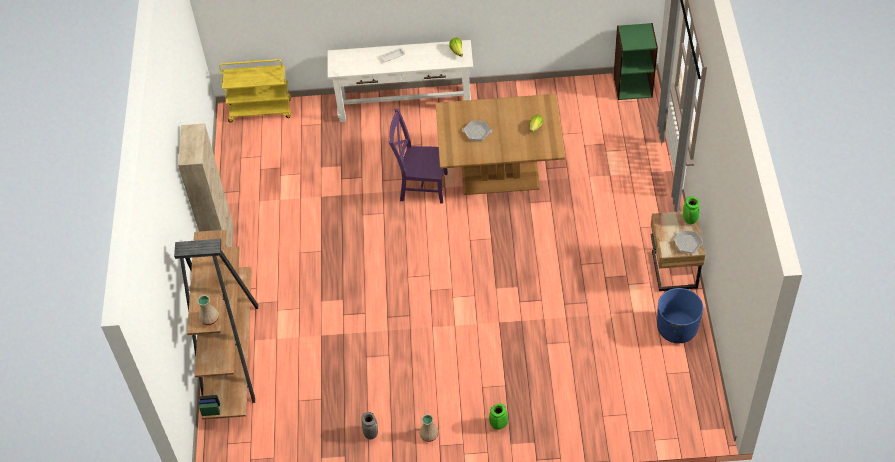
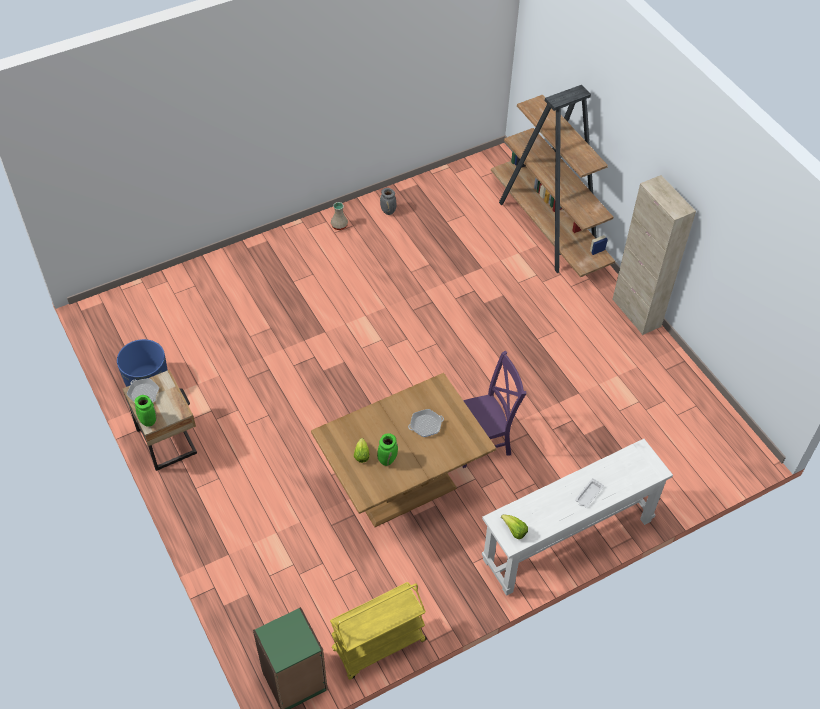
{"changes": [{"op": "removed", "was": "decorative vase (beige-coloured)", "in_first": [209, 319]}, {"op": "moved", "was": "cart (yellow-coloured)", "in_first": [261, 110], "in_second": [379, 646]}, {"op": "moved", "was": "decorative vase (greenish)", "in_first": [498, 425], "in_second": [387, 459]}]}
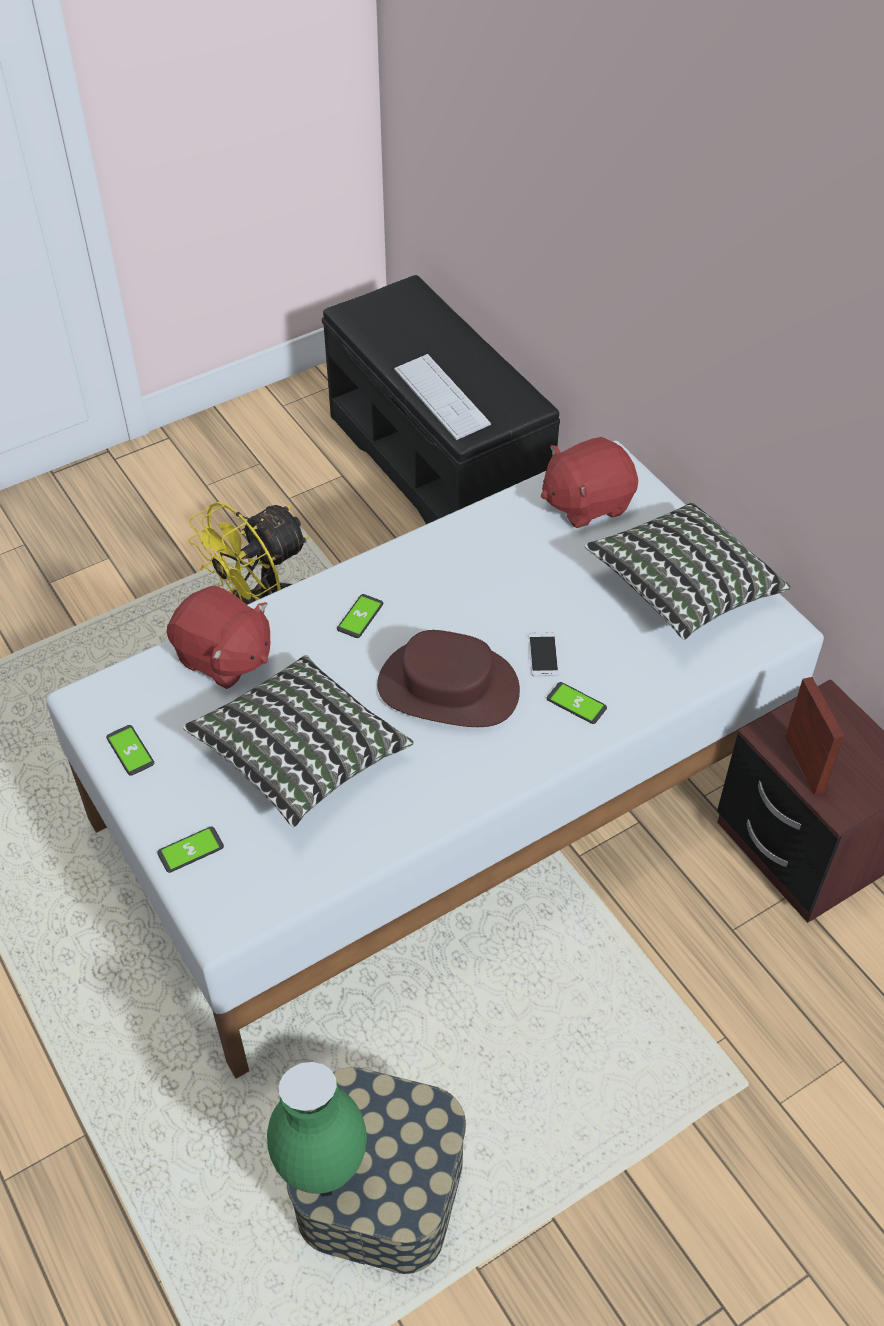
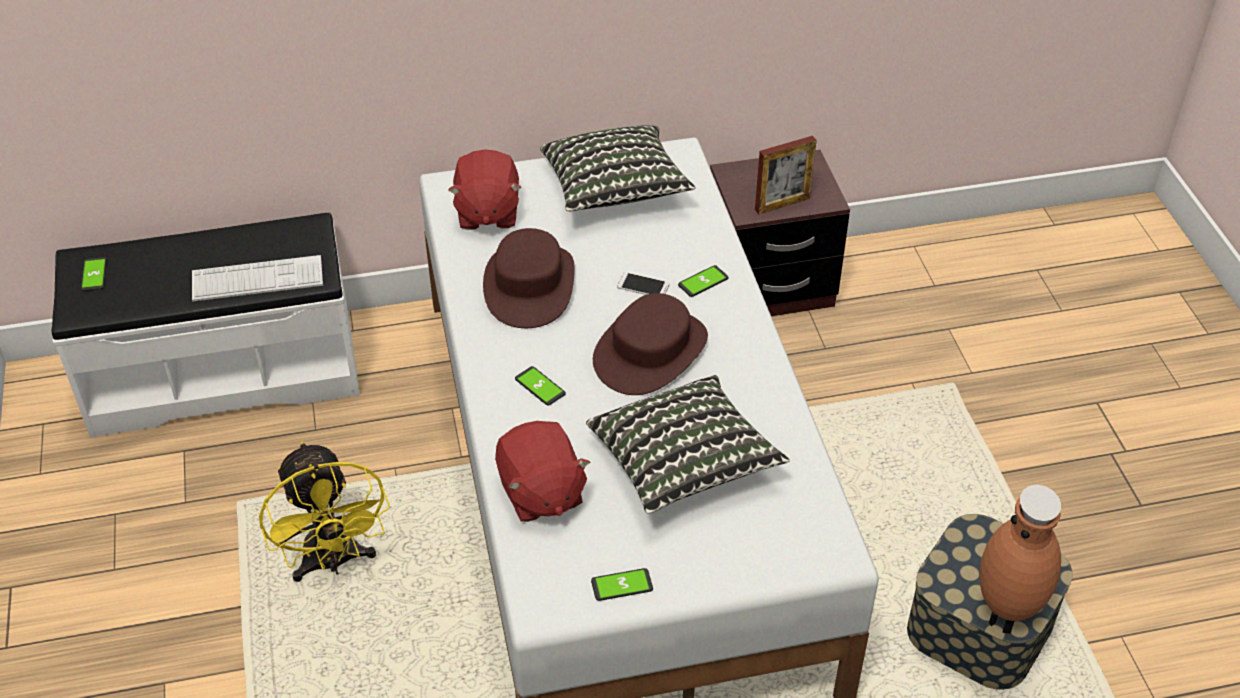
{"changes": [{"op": "moved", "was": "telephone", "in_first": [190, 850], "in_second": [94, 274]}, {"op": "turned", "was": "plush toy (red)", "in_first": [224, 658], "in_second": [540, 493], "clockwise": 105}, {"op": "recoloured", "was": "decorative vase (greenish)", "now": "decorative vase (brown-coloured)", "in_first": [323, 1175], "in_second": [1007, 615]}, {"op": "recoloured", "was": "long seat (blackish)", "now": "long seat (whitish)", "in_first": [439, 465], "in_second": [224, 373]}, {"op": "turned", "was": "photo frame", "in_first": [803, 764], "in_second": [782, 204], "clockwise": 150}, {"op": "added", "now": "wearable hat (brown-coloured)", "in_second": [529, 285]}]}
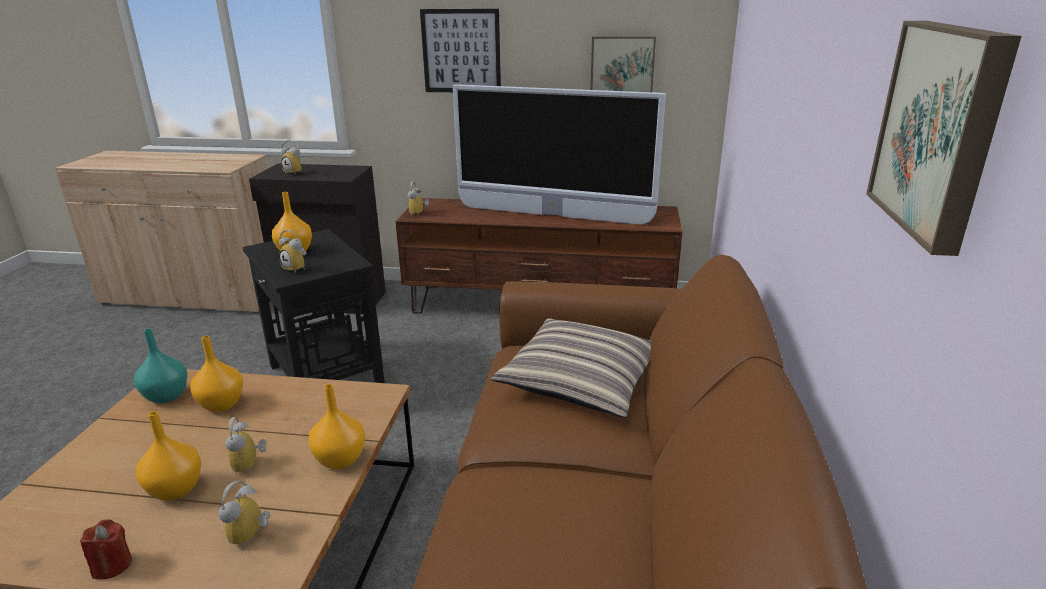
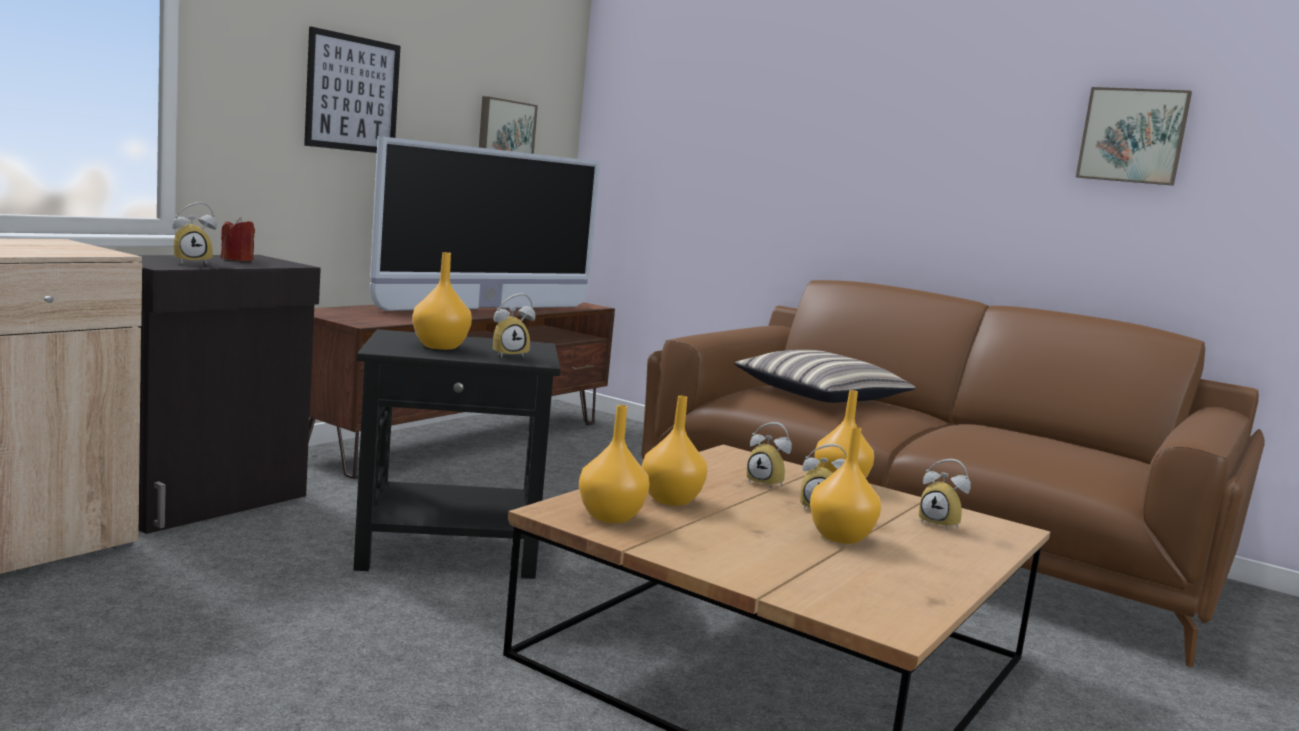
{"changes": [{"op": "moved", "was": "wax candle (red)", "in_first": [112, 565], "in_second": [237, 259]}, {"op": "recoloured", "was": "decorative vase (turquoise)", "now": "decorative vase (orange)", "in_first": [167, 396], "in_second": [610, 516]}, {"op": "moved", "was": "table clock", "in_first": [419, 214], "in_second": [768, 483]}]}
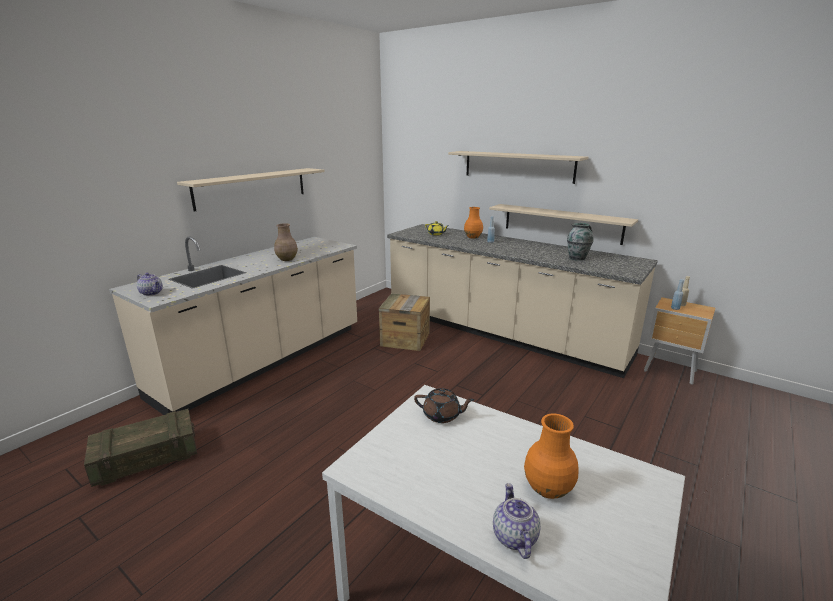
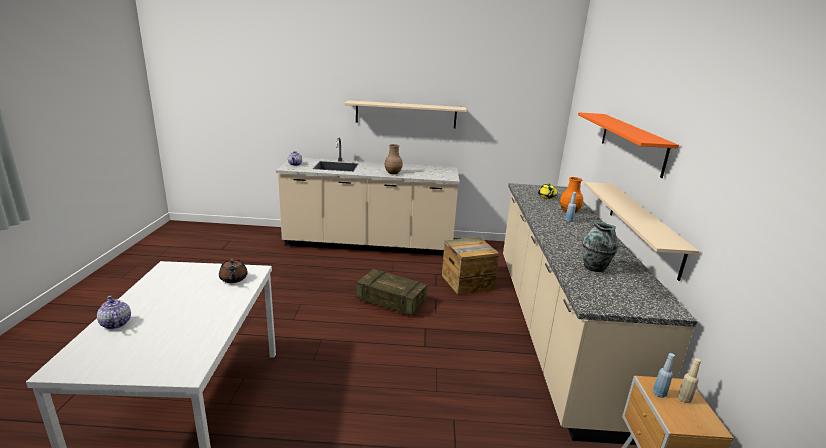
{"changes": [{"op": "moved", "was": "packing crate", "in_first": [147, 458], "in_second": [391, 301]}, {"op": "recoloured", "was": "shelf (beige-coloured)", "now": "shelf (orange)", "in_first": [518, 166], "in_second": [631, 142]}, {"op": "turned", "was": "tea pot", "in_first": [514, 536], "in_second": [115, 323], "clockwise": -90}, {"op": "removed", "was": "decorative vase (orange)", "in_first": [548, 488]}]}
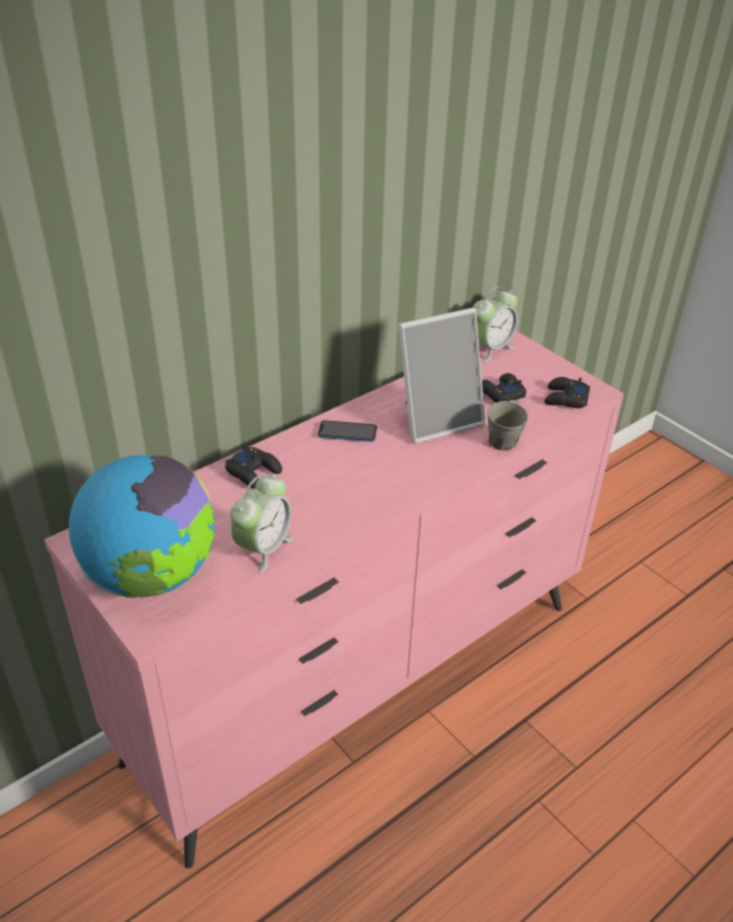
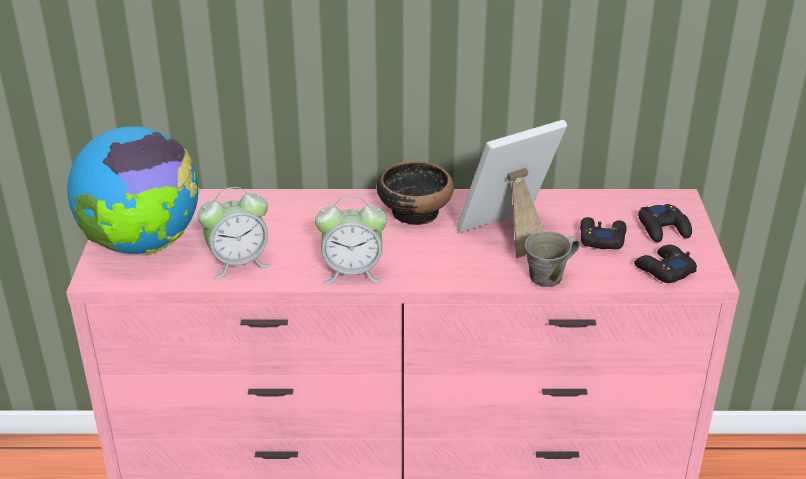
{"changes": [{"op": "moved", "was": "game controller (blackish)", "in_first": [254, 472], "in_second": [663, 228]}, {"op": "replaced", "was": "telephone", "now": "deep dish", "in_first": [347, 432], "in_second": [415, 211]}, {"op": "turned", "was": "photo frame", "in_first": [437, 419], "in_second": [509, 233], "clockwise": 135}, {"op": "moved", "was": "table clock", "in_first": [490, 349], "in_second": [352, 272]}]}
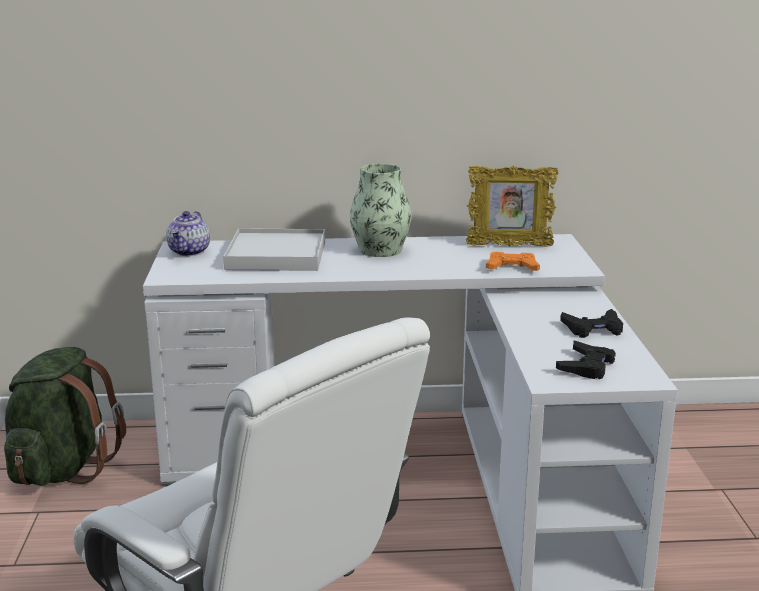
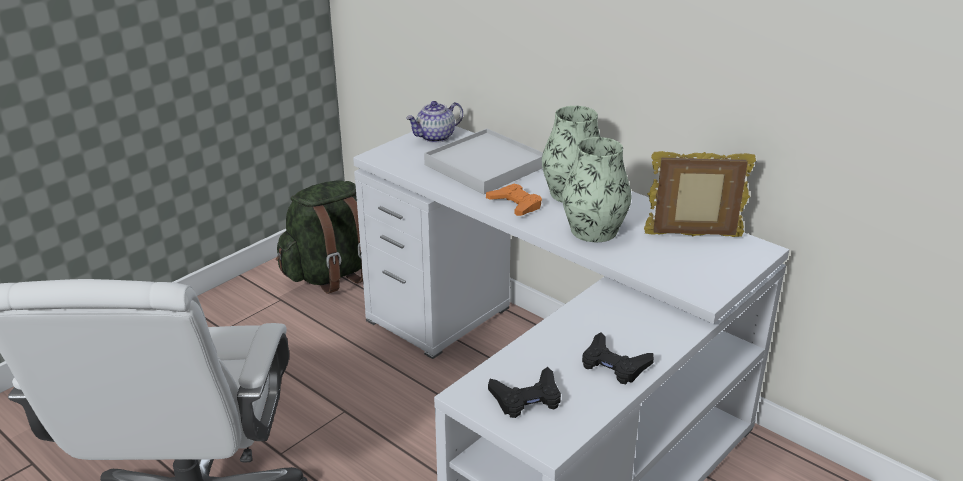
{"changes": [{"op": "turned", "was": "photo frame", "in_first": [509, 246], "in_second": [693, 237], "clockwise": 135}, {"op": "moved", "was": "game controller (orange)", "in_first": [512, 267], "in_second": [515, 204]}, {"op": "added", "now": "decorative vase", "in_second": [594, 230]}]}
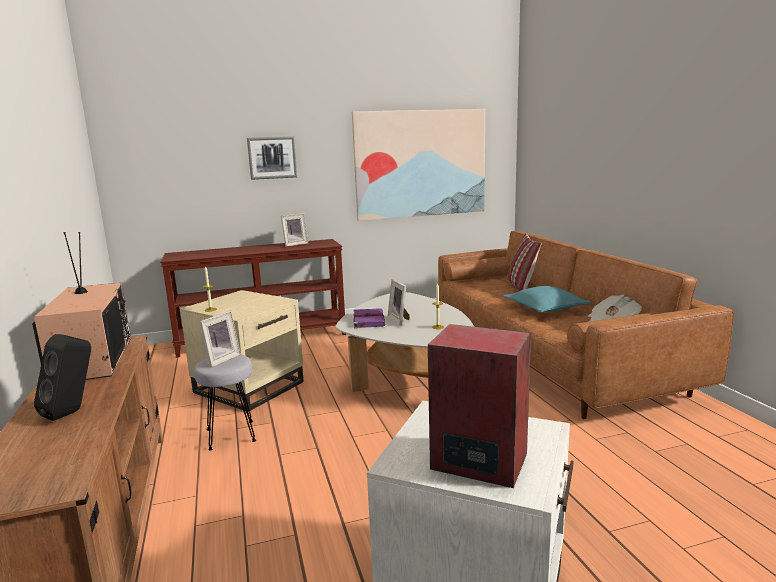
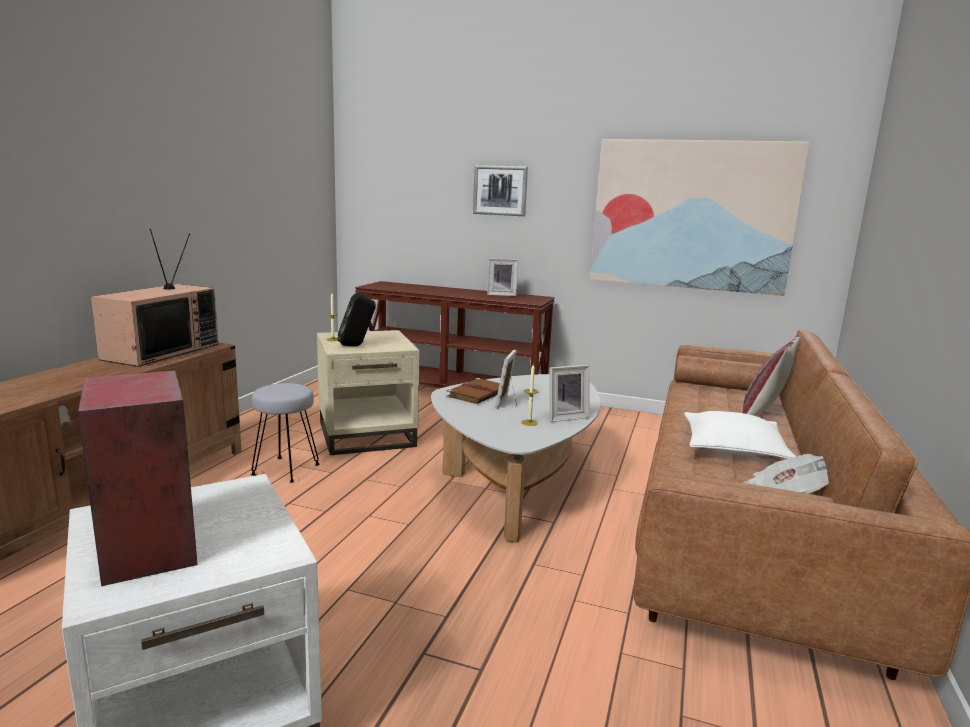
{"changes": [{"op": "moved", "was": "speaker (blackish)", "in_first": [72, 412], "in_second": [357, 345]}, {"op": "moved", "was": "photo frame", "in_first": [220, 359], "in_second": [565, 417]}, {"op": "recoloured", "was": "bound book (purple)", "now": "bound book (brown-coloured)", "in_first": [368, 320], "in_second": [478, 393]}, {"op": "recoloured", "was": "cushion (turquoise)", "now": "cushion (whitish)", "in_first": [545, 308], "in_second": [733, 448]}]}
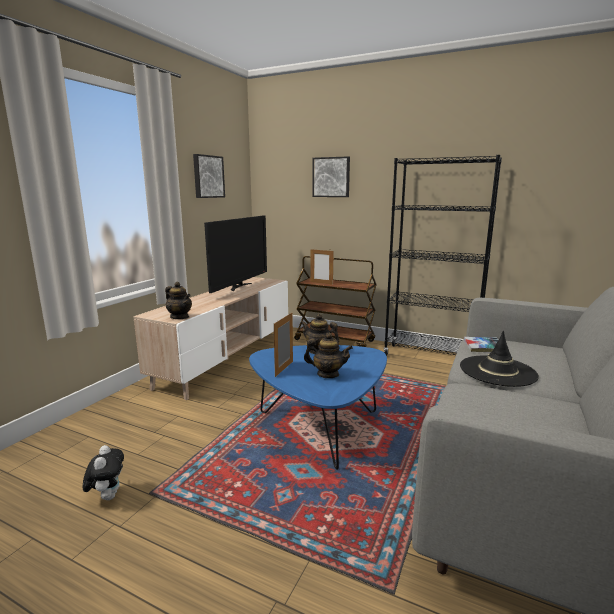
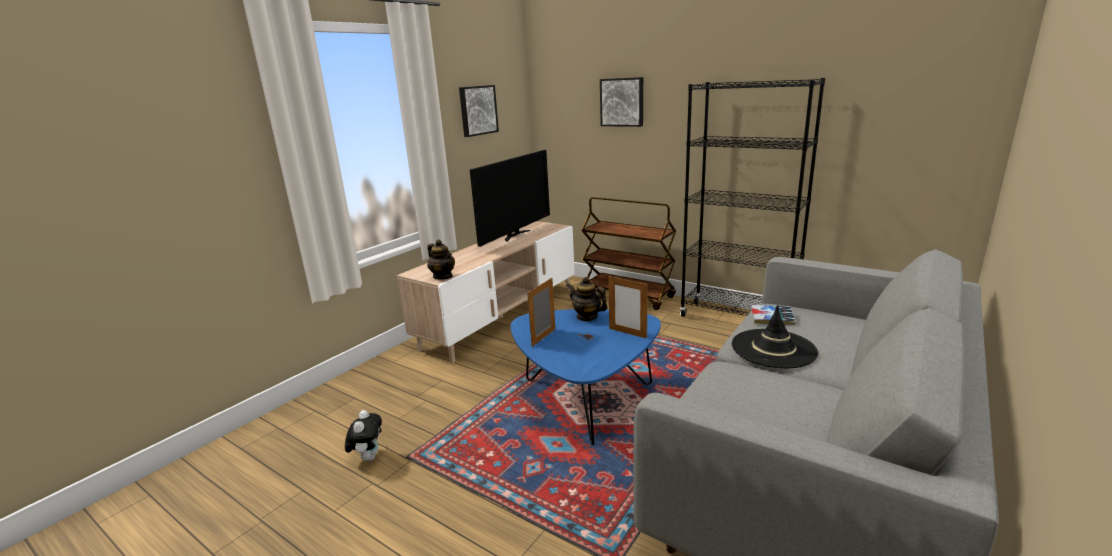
{"changes": [{"op": "removed", "was": "tea pot", "in_first": [328, 374]}, {"op": "moved", "was": "photo frame", "in_first": [321, 283], "in_second": [627, 333]}]}
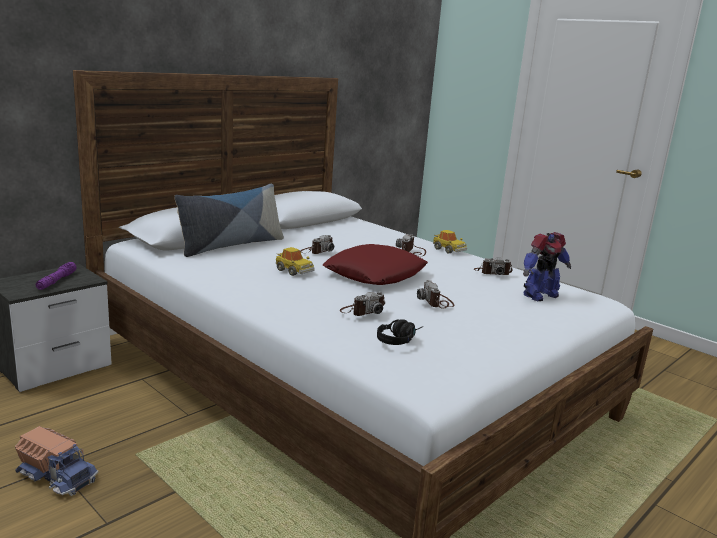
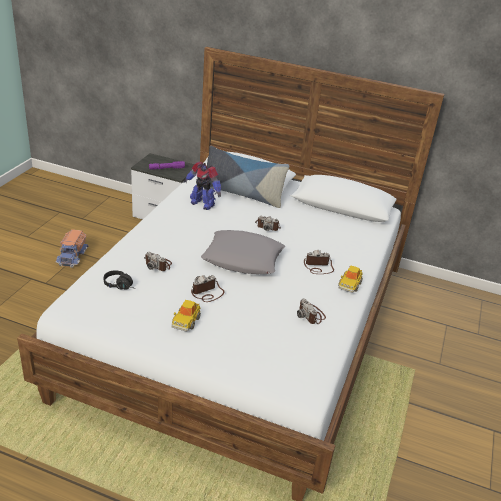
{"changes": [{"op": "moved", "was": "miniature car", "in_first": [294, 271], "in_second": [186, 321]}, {"op": "recoloured", "was": "cushion (red)", "now": "cushion (greyish)", "in_first": [375, 274], "in_second": [243, 258]}, {"op": "moved", "was": "model robot", "in_first": [539, 295], "in_second": [202, 203]}]}
